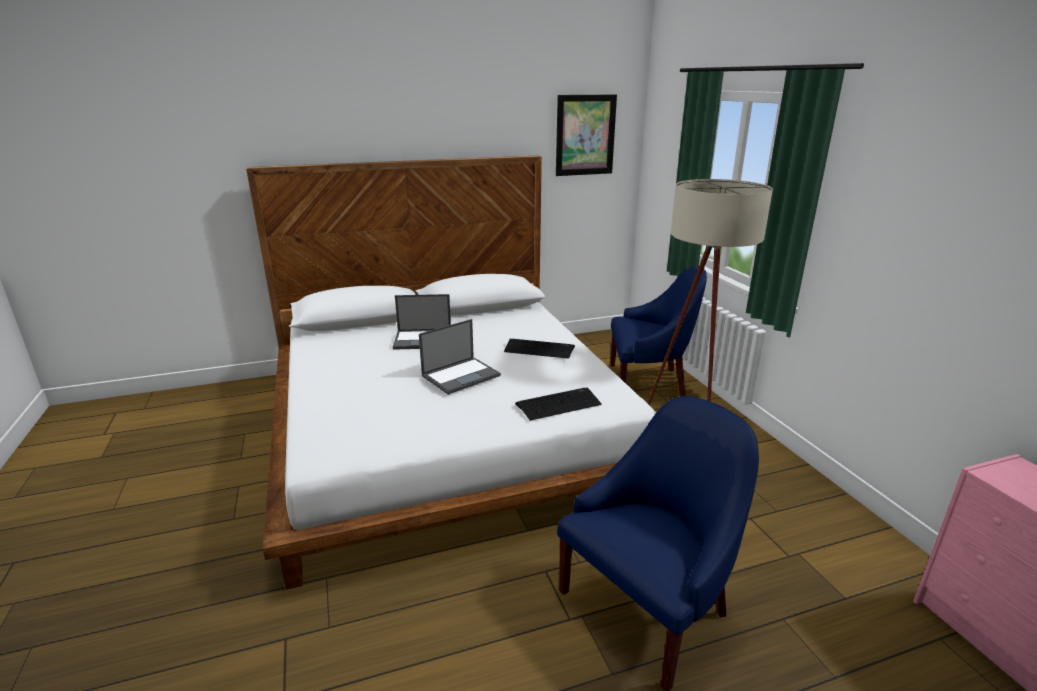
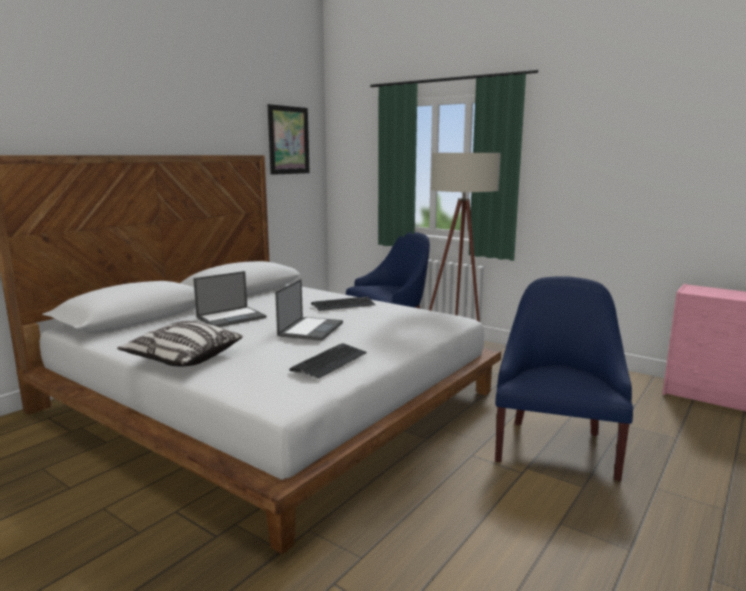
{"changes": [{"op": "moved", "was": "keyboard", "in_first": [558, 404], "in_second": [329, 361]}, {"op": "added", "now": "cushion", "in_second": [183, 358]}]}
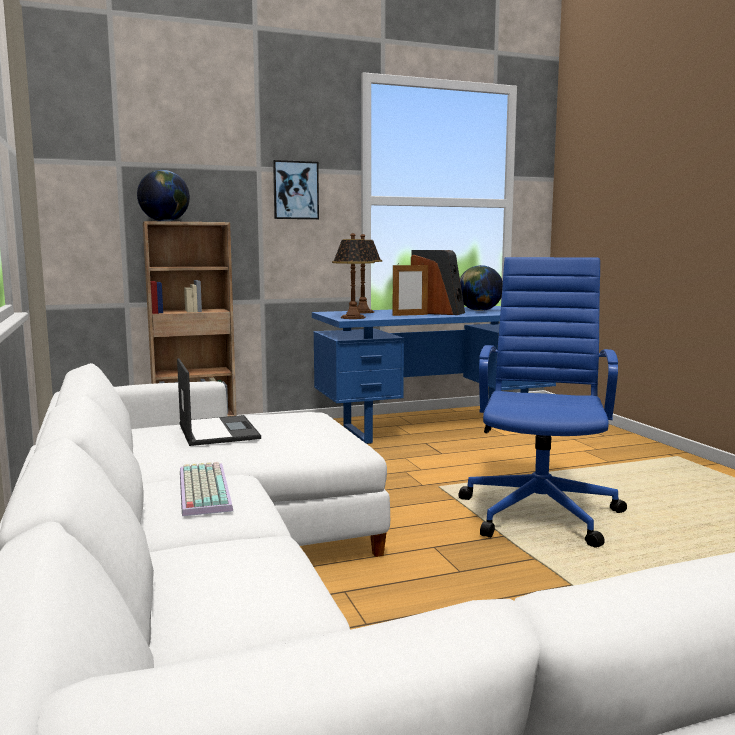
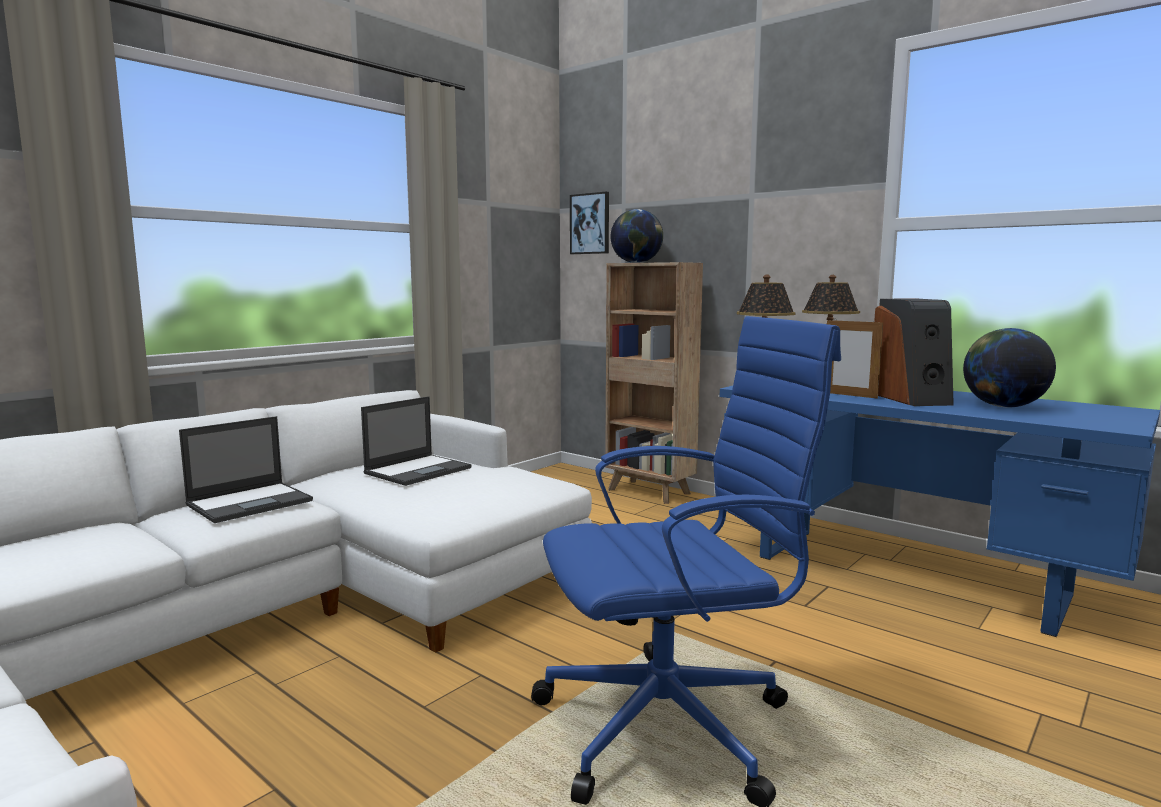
{"changes": [{"op": "replaced", "was": "keyboard", "now": "portable computer", "in_first": [201, 489], "in_second": [251, 502]}, {"op": "moved", "was": "wall art", "in_first": [295, 190], "in_second": [590, 223]}]}
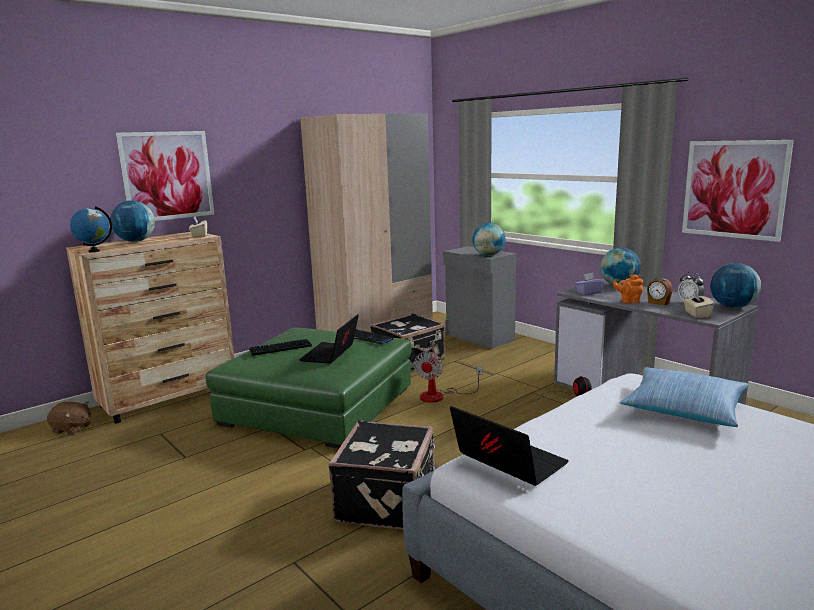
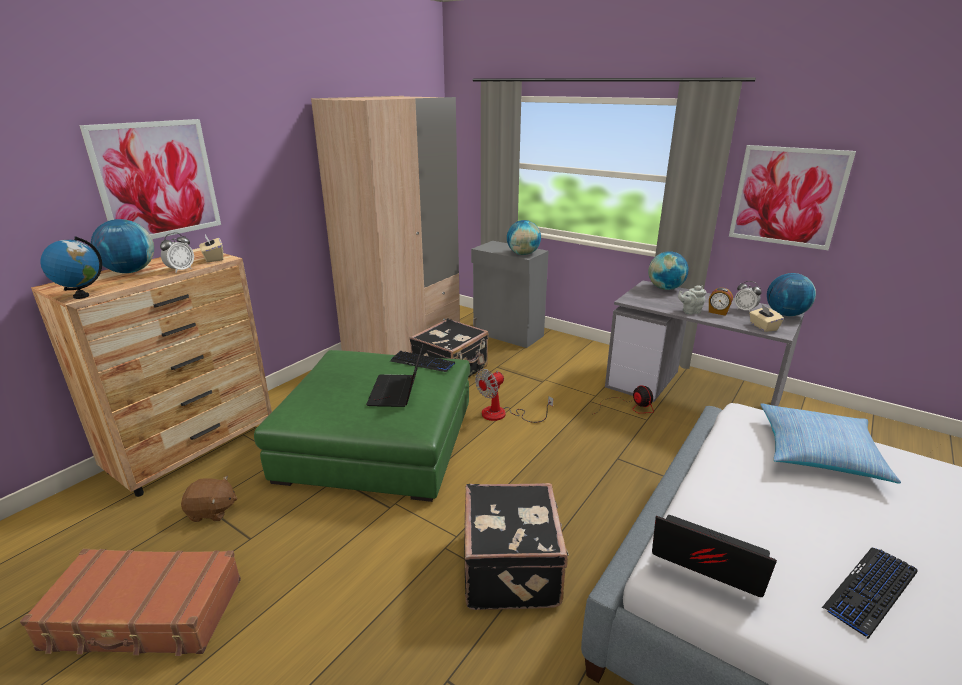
{"changes": [{"op": "moved", "was": "plush toy (brown-coloured)", "in_first": [72, 429], "in_second": [212, 511]}, {"op": "moved", "was": "keyboard", "in_first": [280, 348], "in_second": [870, 591]}, {"op": "turned", "was": "electric fan", "in_first": [440, 396], "in_second": [503, 415], "clockwise": 45}, {"op": "removed", "was": "tissue box (purple)", "in_first": [588, 293]}, {"op": "recoloured", "was": "tea pot (orange)", "now": "tea pot (greyish)", "in_first": [628, 301], "in_second": [690, 312]}, {"op": "added", "now": "travel case (brown-coloured)", "in_second": [145, 615]}, {"op": "added", "now": "table clock", "in_second": [181, 270]}]}
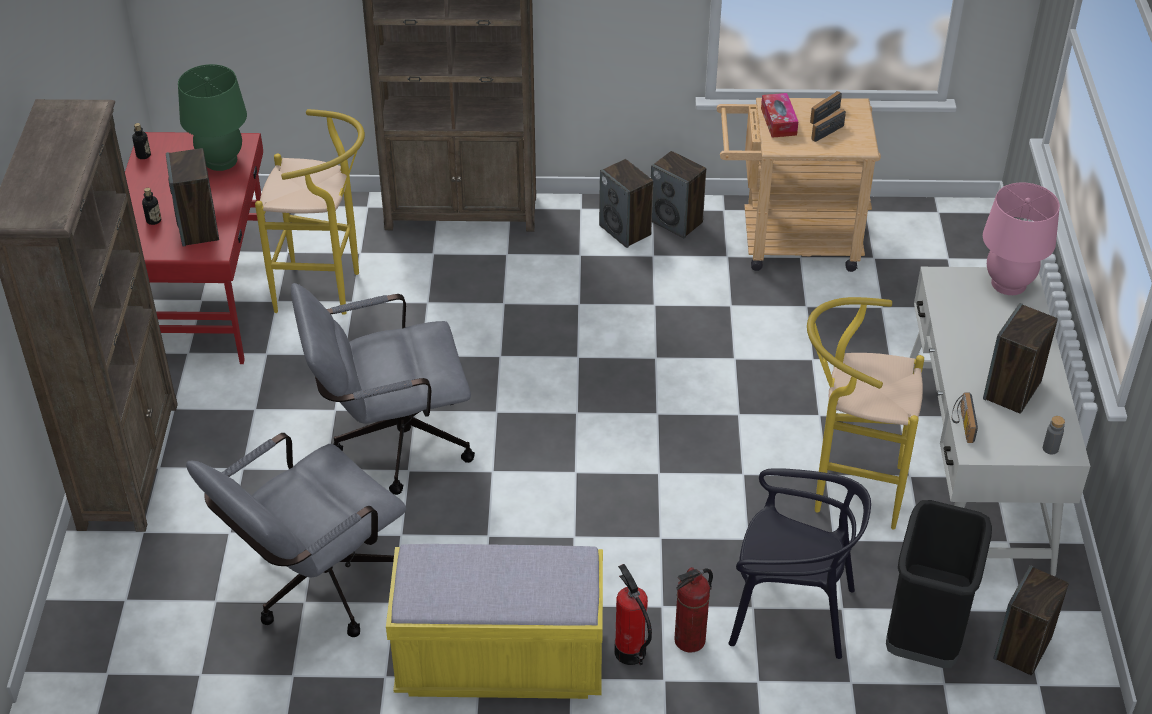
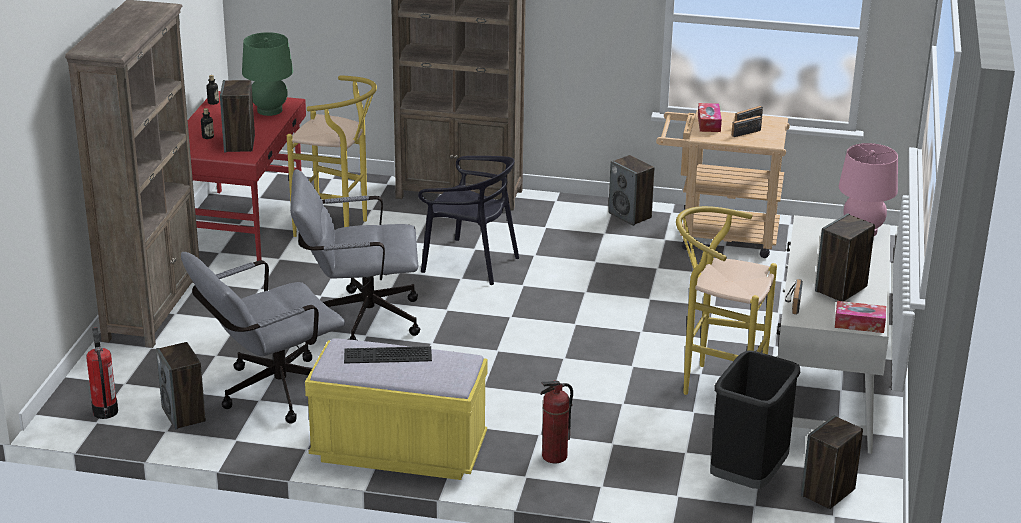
{"changes": [{"op": "moved", "was": "speaker", "in_first": [625, 230], "in_second": [184, 415]}, {"op": "moved", "was": "fire-fighting cylinder", "in_first": [630, 652], "in_second": [105, 412]}, {"op": "moved", "was": "chair (blackish)", "in_first": [790, 612], "in_second": [470, 263]}, {"op": "replaced", "was": "drink bottle (greyish)", "now": "tissue box", "in_first": [1050, 448], "in_second": [859, 324]}, {"op": "added", "now": "keyboard", "in_second": [387, 356]}]}
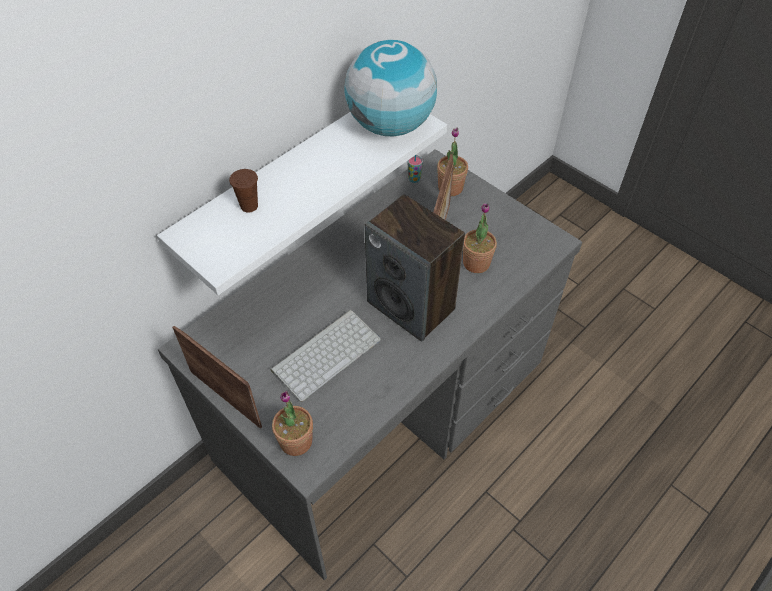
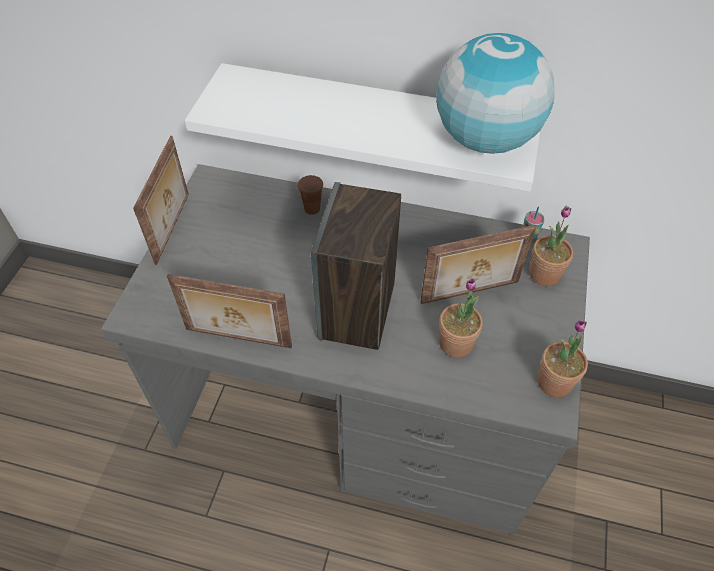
{"changes": [{"op": "moved", "was": "cup (brown-coloured)", "in_first": [249, 206], "in_second": [312, 208]}, {"op": "removed", "was": "keyboard", "in_first": [326, 353]}, {"op": "moved", "was": "plant in a pot", "in_first": [296, 441], "in_second": [554, 382]}, {"op": "added", "now": "photo frame", "in_second": [238, 339]}]}
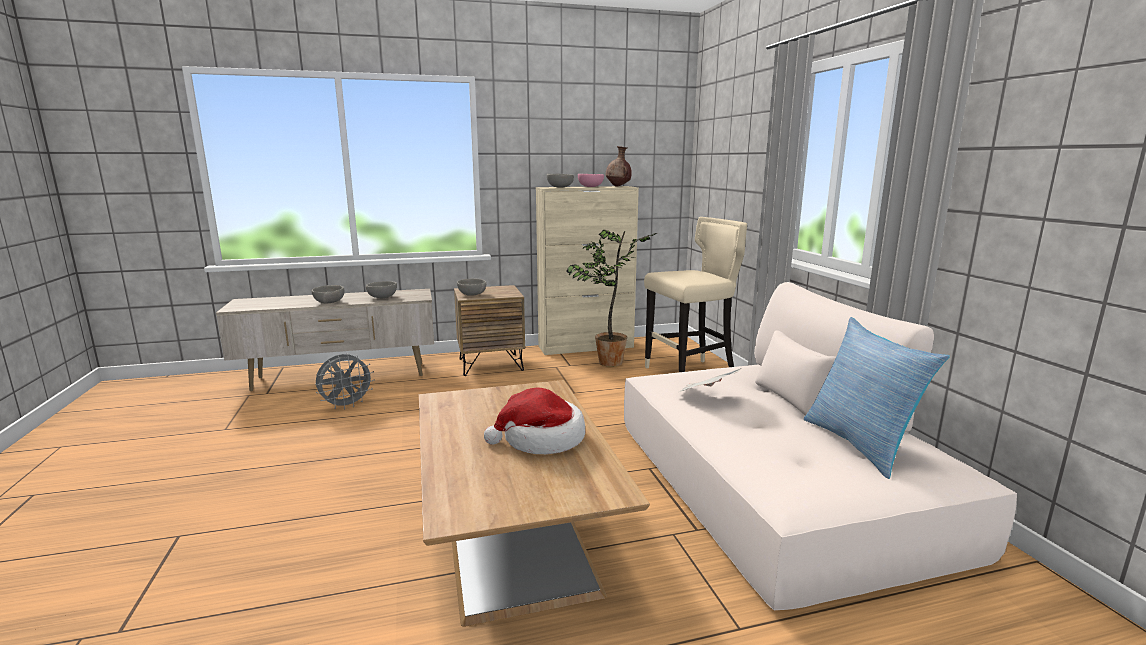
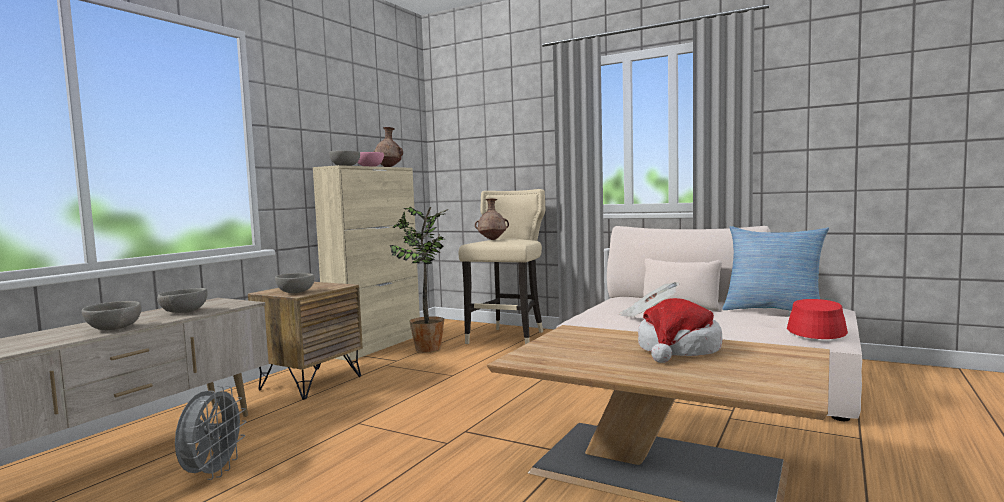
{"changes": [{"op": "added", "now": "decorative vase (brown-coloured)", "in_second": [492, 239]}, {"op": "added", "now": "wearable hat (red)", "in_second": [815, 329]}]}
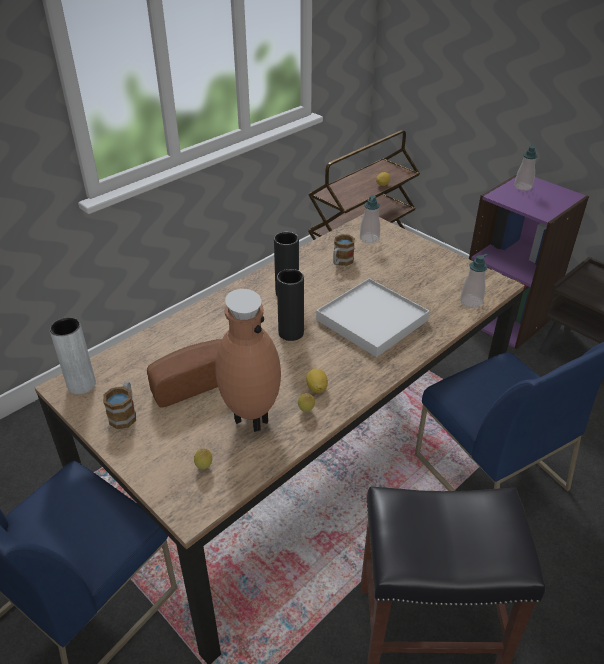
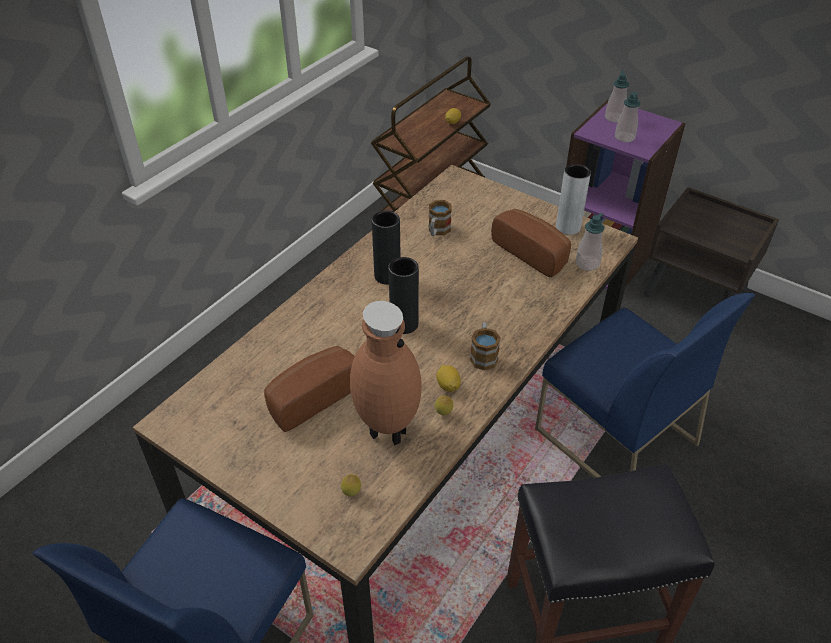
{"changes": [{"op": "moved", "was": "decorative vase (greyish)", "in_first": [81, 385], "in_second": [568, 227]}, {"op": "moved", "was": "coffee mug", "in_first": [125, 414], "in_second": [483, 355]}, {"op": "removed", "was": "carrying tray (whitish)", "in_first": [372, 320]}, {"op": "moved", "was": "soap dispenser", "in_first": [369, 238], "in_second": [624, 137]}, {"op": "added", "now": "baked bread", "in_second": [533, 252]}]}
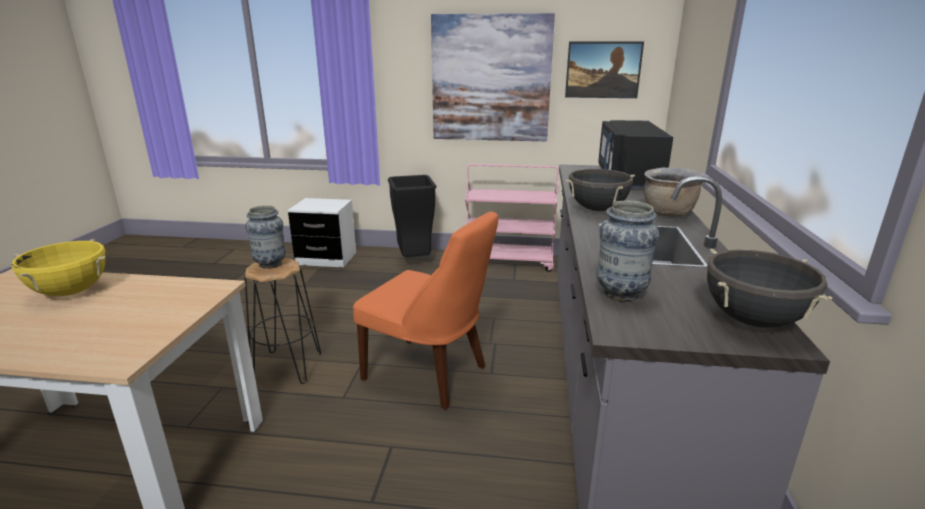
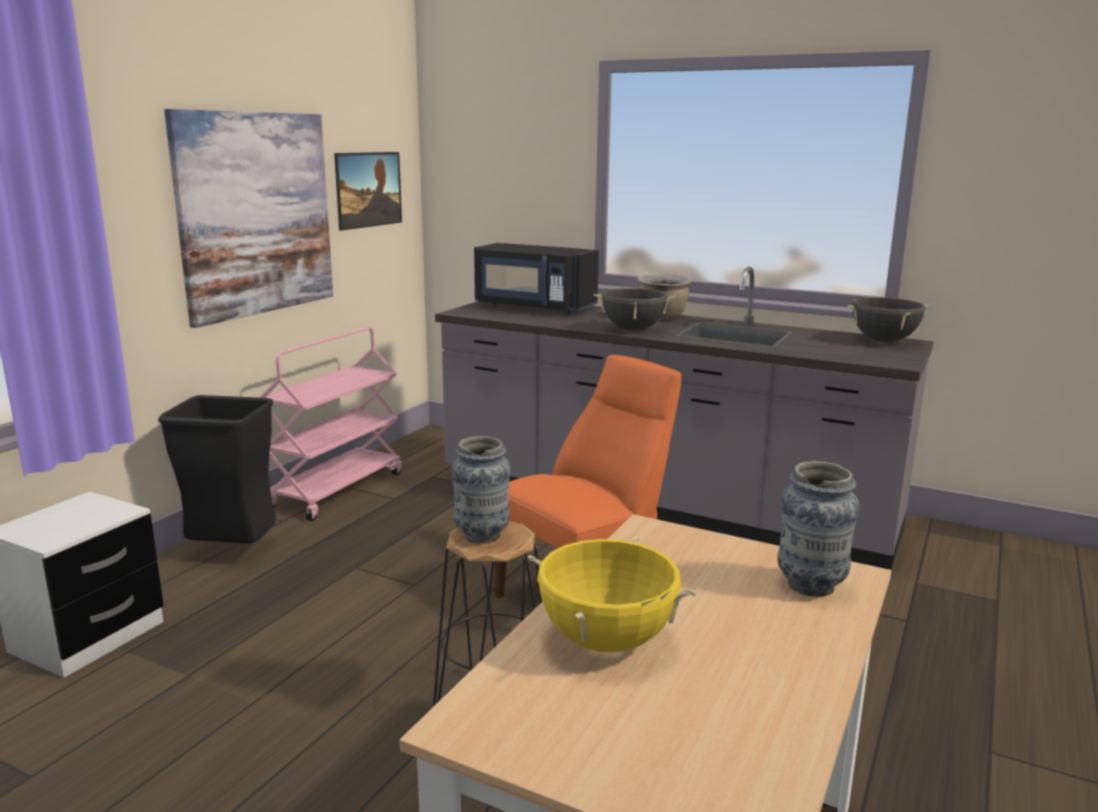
{"changes": [{"op": "moved", "was": "decorative vase", "in_first": [620, 294], "in_second": [810, 586]}]}
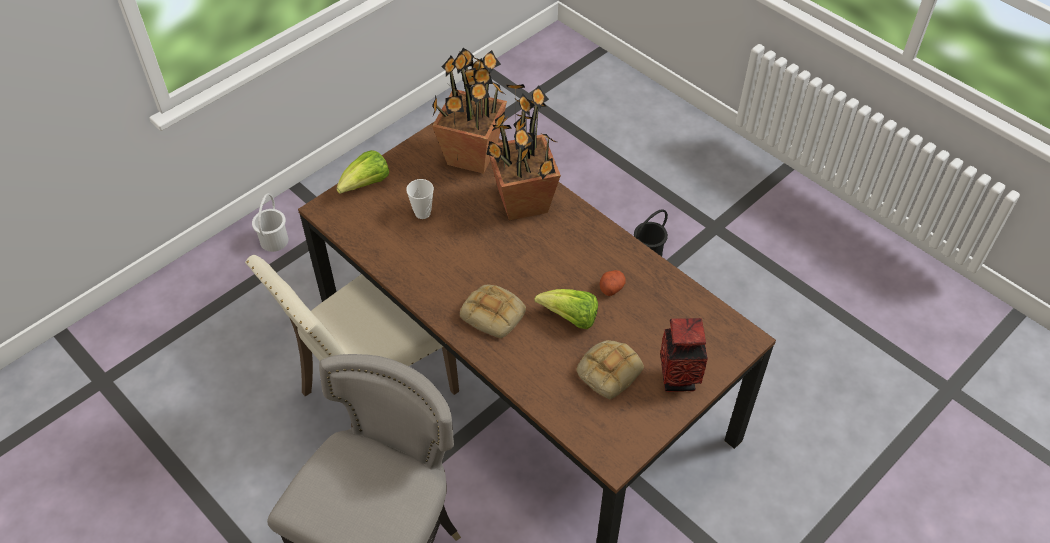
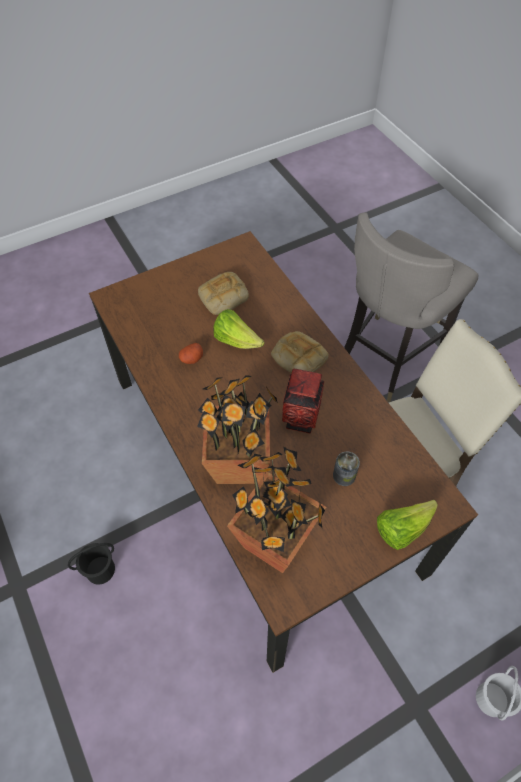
{"changes": [{"op": "replaced", "was": "cup", "now": "can", "in_first": [422, 213], "in_second": [344, 475]}, {"op": "moved", "was": "decorative vase", "in_first": [678, 379], "in_second": [300, 420]}]}
